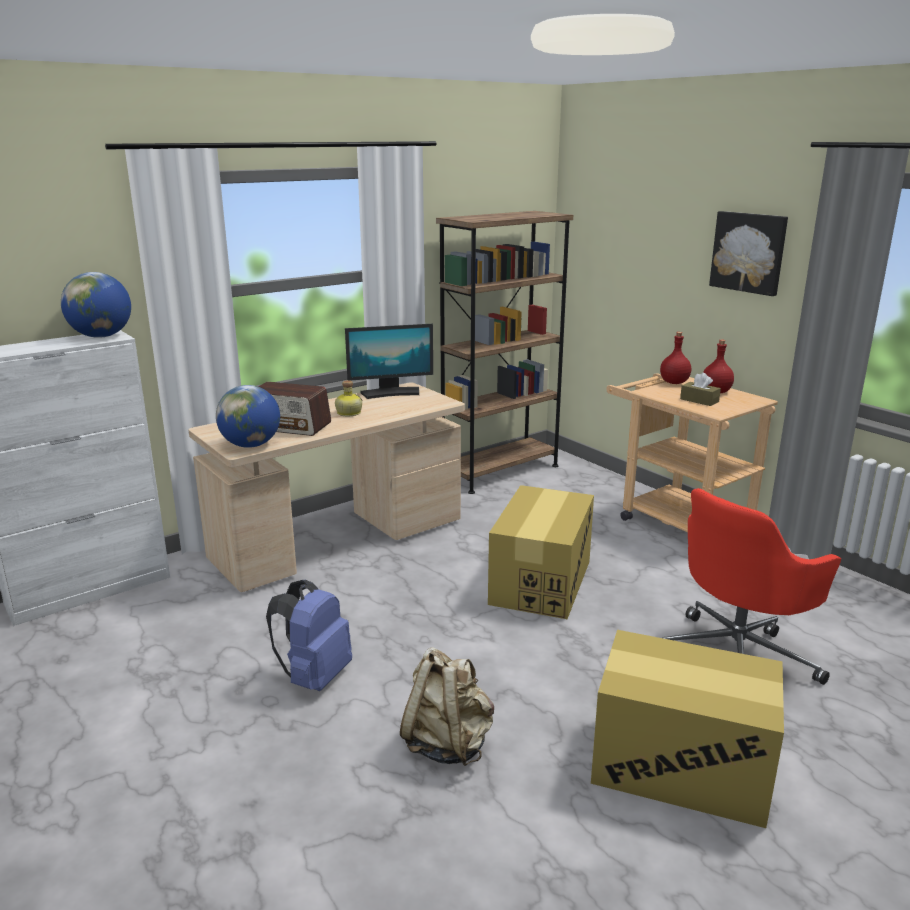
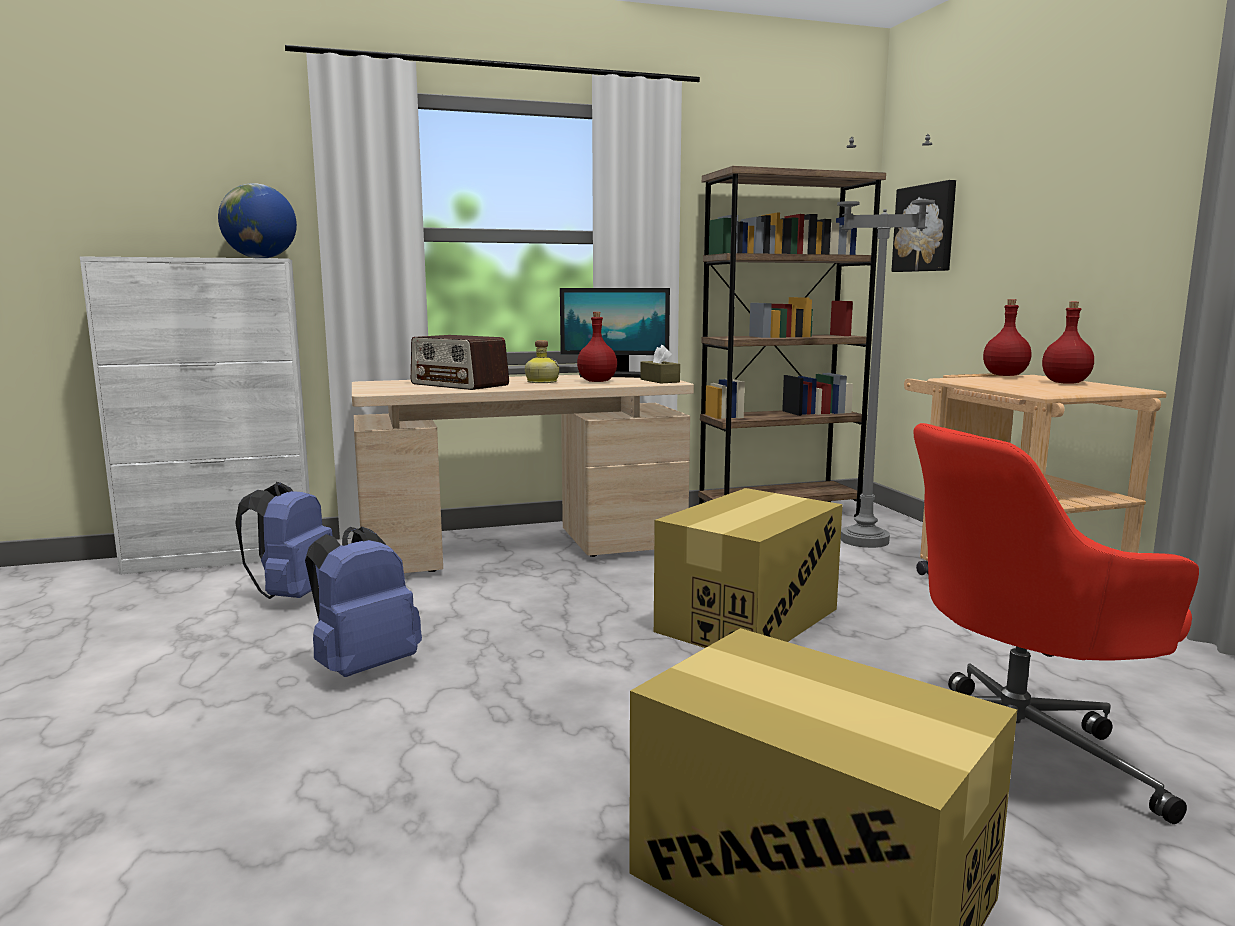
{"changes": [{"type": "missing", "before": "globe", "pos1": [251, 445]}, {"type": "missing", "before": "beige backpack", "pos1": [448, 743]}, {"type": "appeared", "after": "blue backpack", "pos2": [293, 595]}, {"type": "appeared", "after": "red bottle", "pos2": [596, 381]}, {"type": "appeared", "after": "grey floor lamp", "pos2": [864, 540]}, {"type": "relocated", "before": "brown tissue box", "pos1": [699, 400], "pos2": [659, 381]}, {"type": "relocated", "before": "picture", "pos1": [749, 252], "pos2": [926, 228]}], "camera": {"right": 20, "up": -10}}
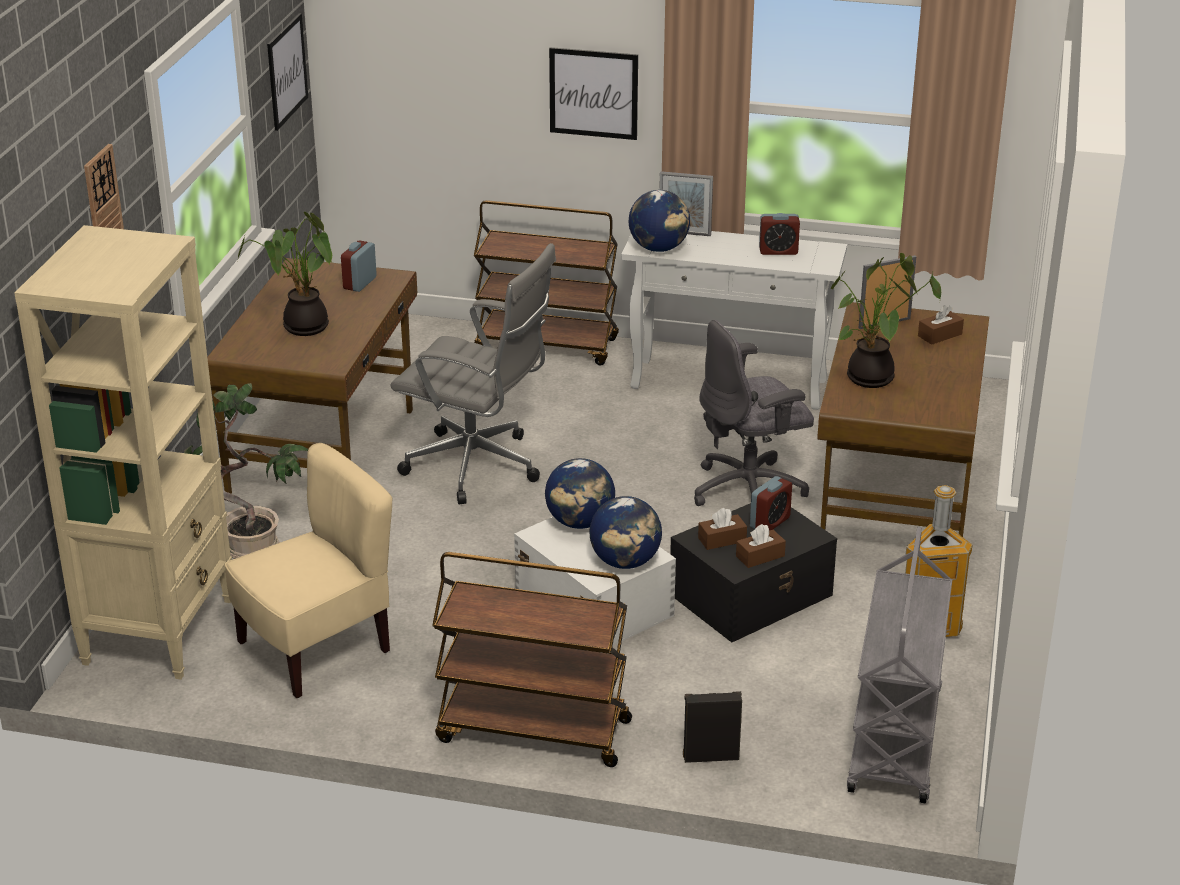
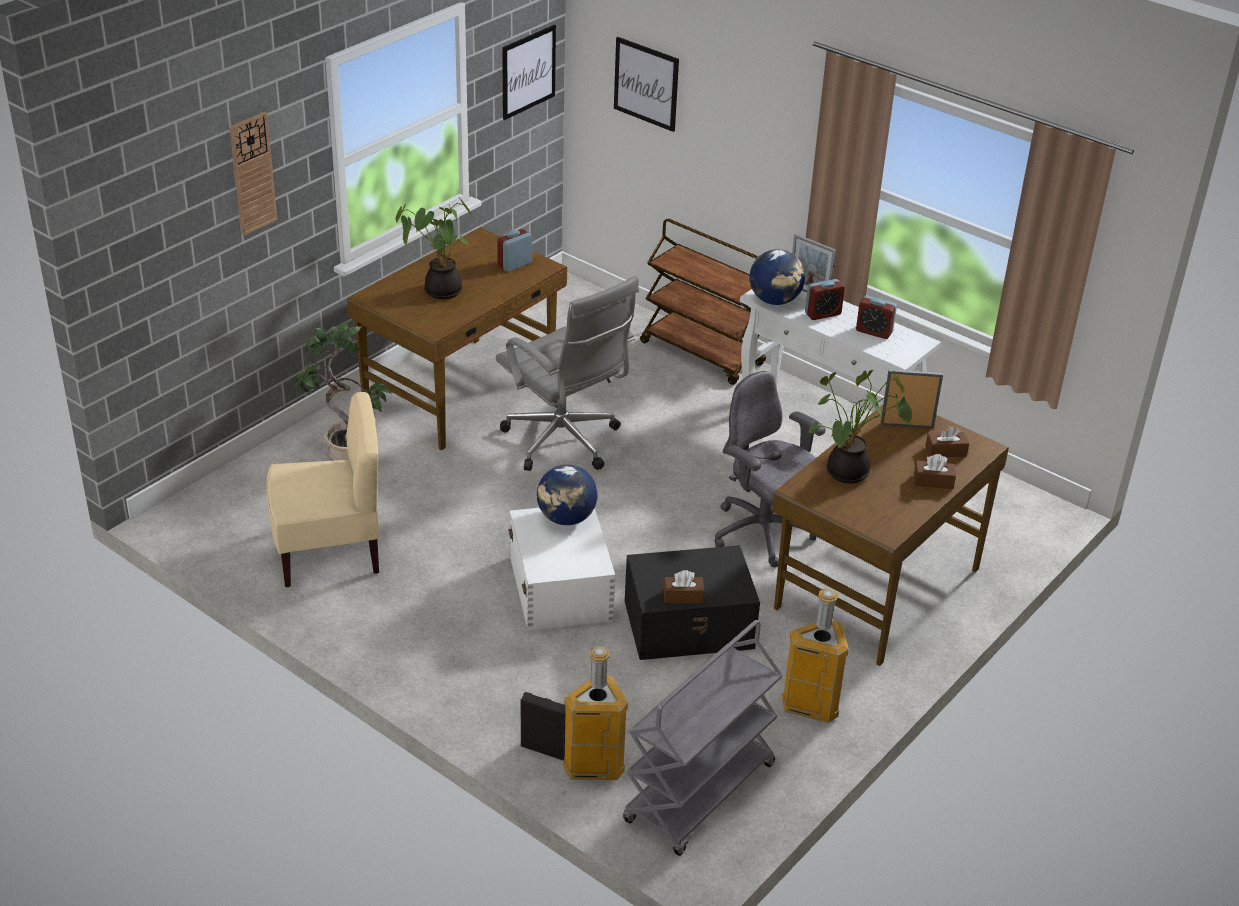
{"changes": [{"type": "missing", "before": "beige bookcase", "pos1": [160, 630]}, {"type": "missing", "before": "brown cart", "pos1": [532, 731]}, {"type": "missing", "before": "globe", "pos1": [625, 562]}, {"type": "appeared", "after": "trash can", "pos2": [593, 766]}, {"type": "relocated", "before": "picture", "pos1": [593, 93], "pos2": [646, 84]}, {"type": "relocated", "before": "brown tissue box", "pos1": [722, 539], "pos2": [933, 481]}, {"type": "relocated", "before": "alarm clock", "pos1": [770, 522], "pos2": [822, 314]}, {"type": "spun", "before": "grey office chair", "pos1": [750, 490], "pos2": [763, 534], "turn": 45}], "camera": {"right": 25, "up": 5}}
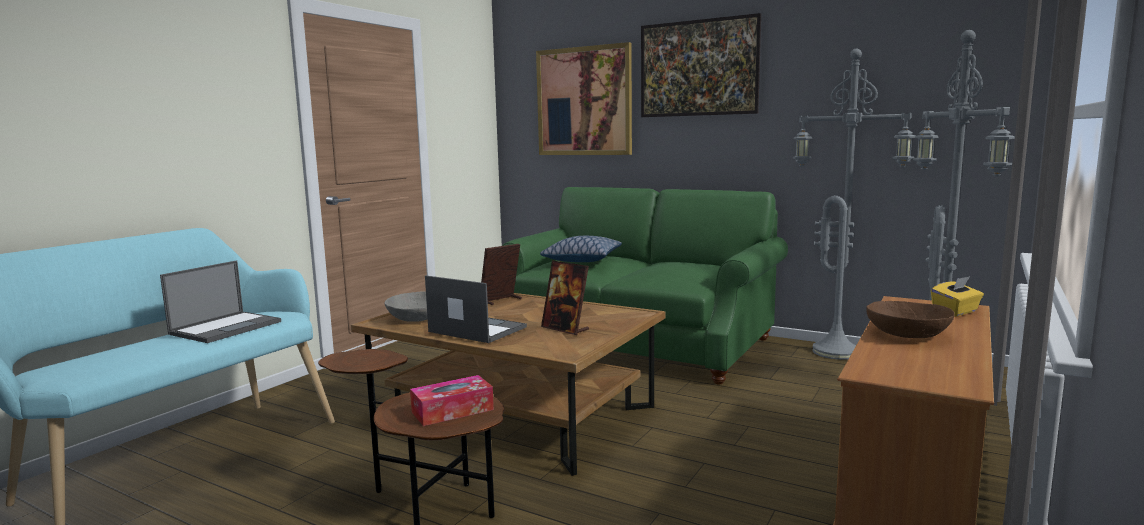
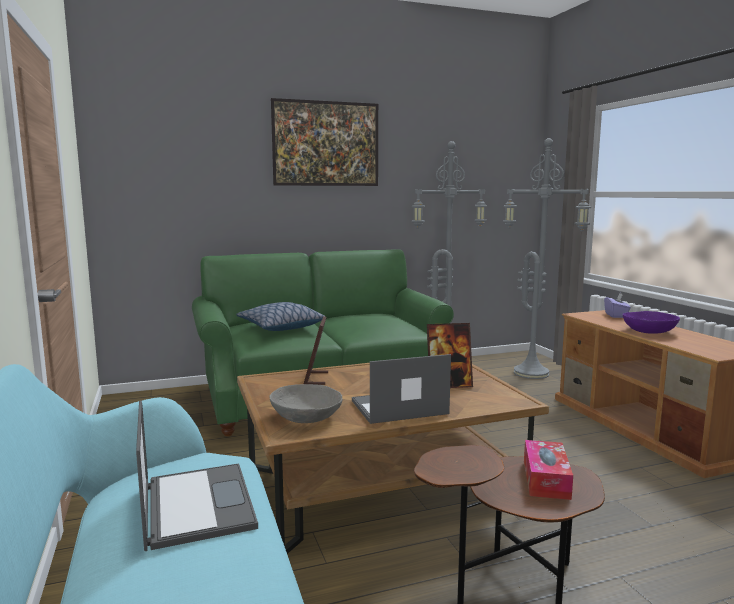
{"changes": [{"type": "missing", "before": "picture", "pos1": [584, 101]}, {"type": "colour", "before": "brown bowl", "after": "purple bowl", "pos1": [907, 334], "pos2": [649, 331]}, {"type": "colour", "before": "yellow tissue box", "after": "purple tissue box", "pos1": [955, 312], "pos2": [616, 315]}], "camera": {"right": -50, "up": 0}}
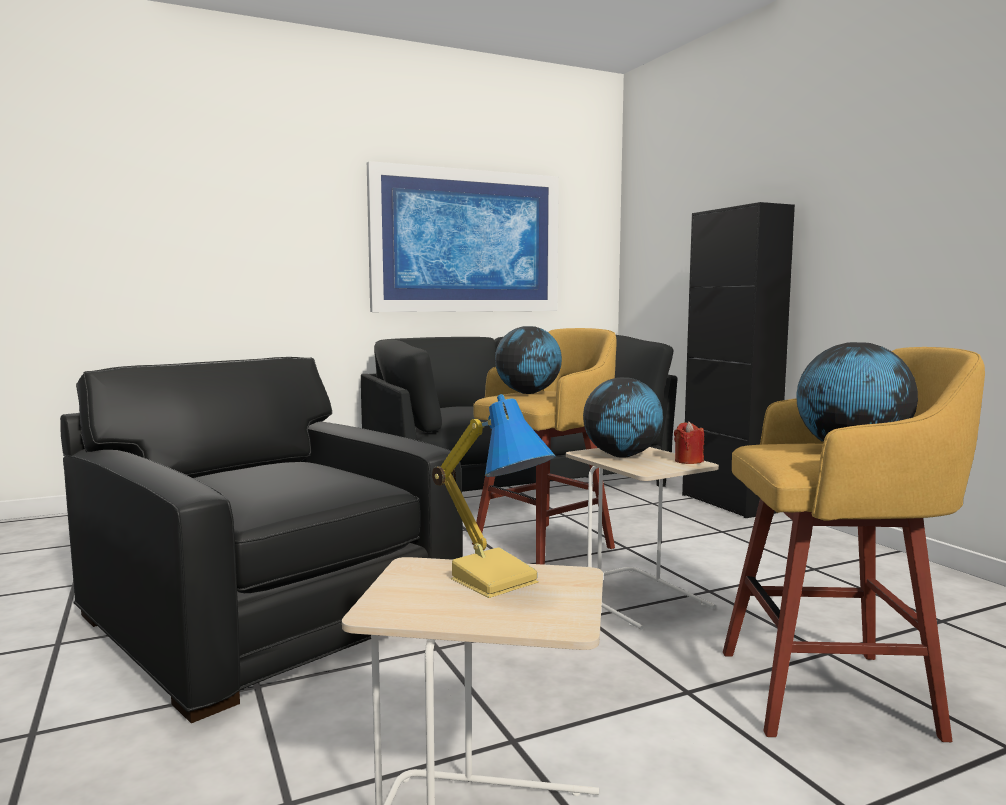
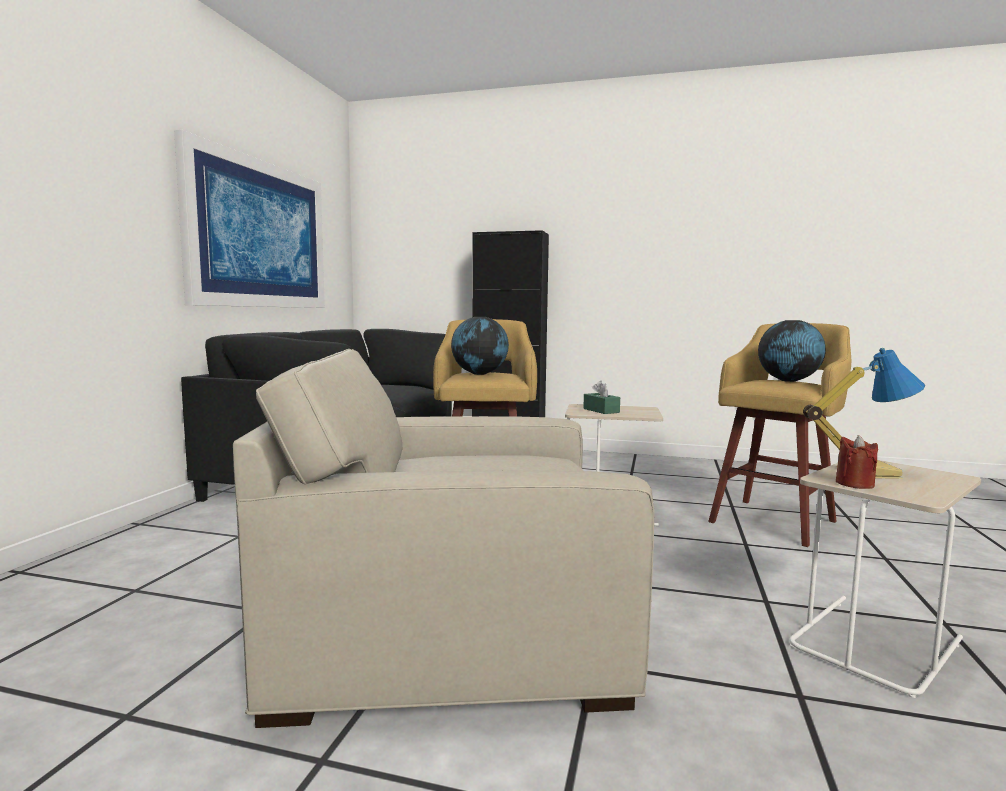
{"changes": [{"type": "relocated", "before": "red candle", "pos1": [688, 461], "pos2": [854, 484]}, {"type": "exchanged", "before": "globe", "after": "green tissue box", "pos1": [621, 456], "pos2": [601, 410]}, {"type": "colour", "before": "black armchair", "after": "beige armchair", "pos1": [267, 616], "pos2": [449, 623]}], "camera": {"right": -50, "up": 0}}
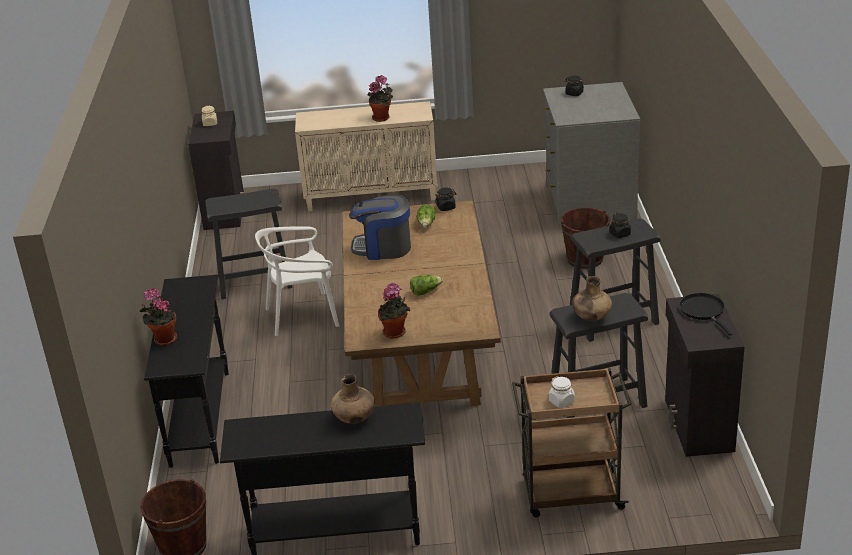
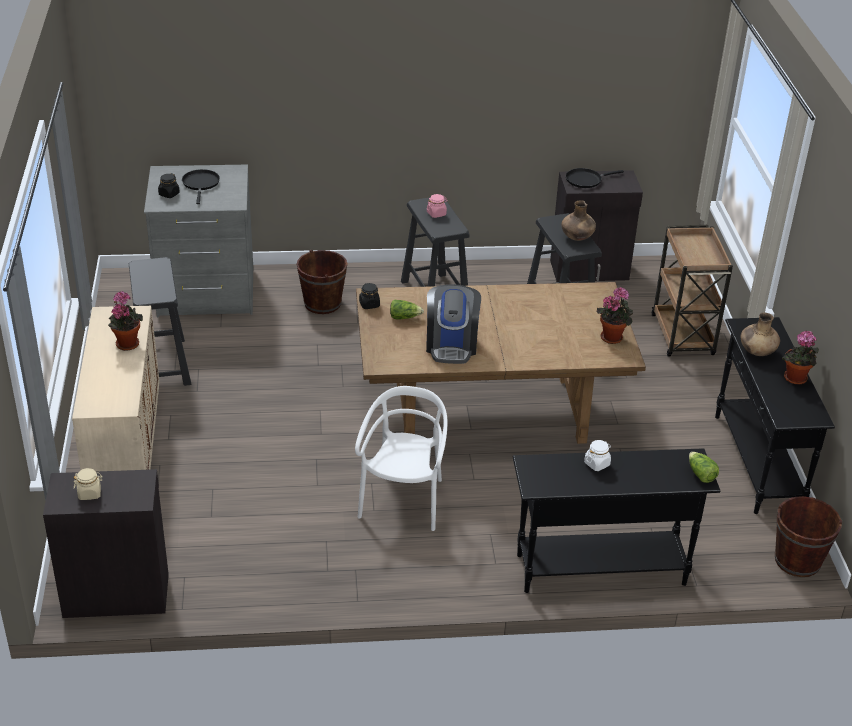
{"changes": [{"type": "appeared", "after": "black frying pan", "pos2": [201, 184]}, {"type": "relocated", "before": "potted plant", "pos1": [163, 339], "pos2": [795, 379]}, {"type": "relocated", "before": "black stool", "pos1": [254, 281], "pos2": [161, 365]}, {"type": "relocated", "before": "lettuce", "pos1": [425, 291], "pos2": [700, 474]}, {"type": "relocated", "before": "white jar", "pos1": [561, 401], "pos2": [597, 464]}, {"type": "colour", "before": "black jar", "after": "pink jar", "pos1": [620, 234], "pos2": [436, 213]}, {"type": "spun", "before": "white chair", "pos1": [302, 315], "pos2": [403, 500], "turn": -150}], "camera": {"right": -95, "up": 5}}
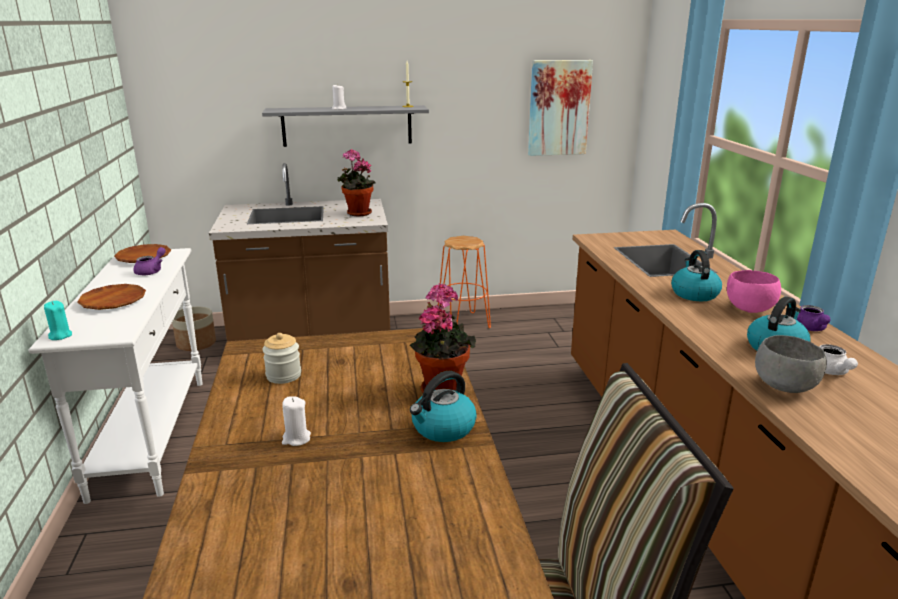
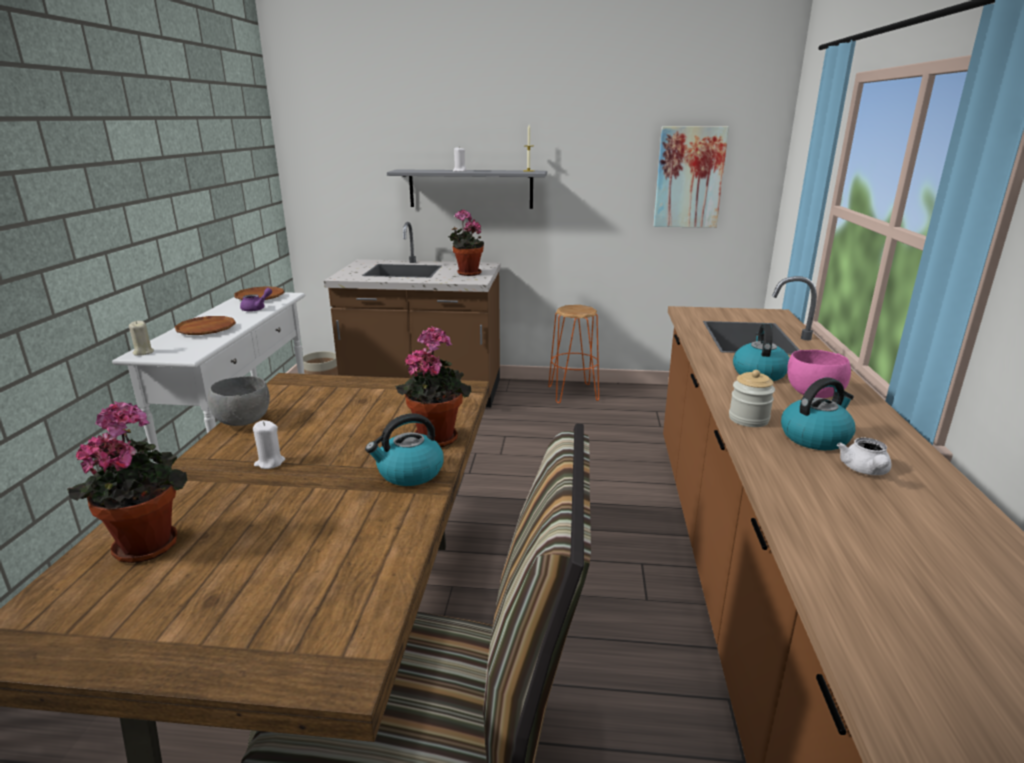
{"changes": [{"type": "missing", "before": "purple teapot", "pos1": [809, 329]}, {"type": "appeared", "after": "potted plant", "pos2": [148, 542]}, {"type": "relocated", "before": "jar", "pos1": [283, 375], "pos2": [748, 419]}, {"type": "relocated", "before": "grey bowl", "pos1": [783, 386], "pos2": [244, 421]}, {"type": "colour", "before": "turquoise candle", "after": "beige candle", "pos1": [60, 336], "pos2": [143, 352]}], "camera": {"right": 15, "up": 0}}
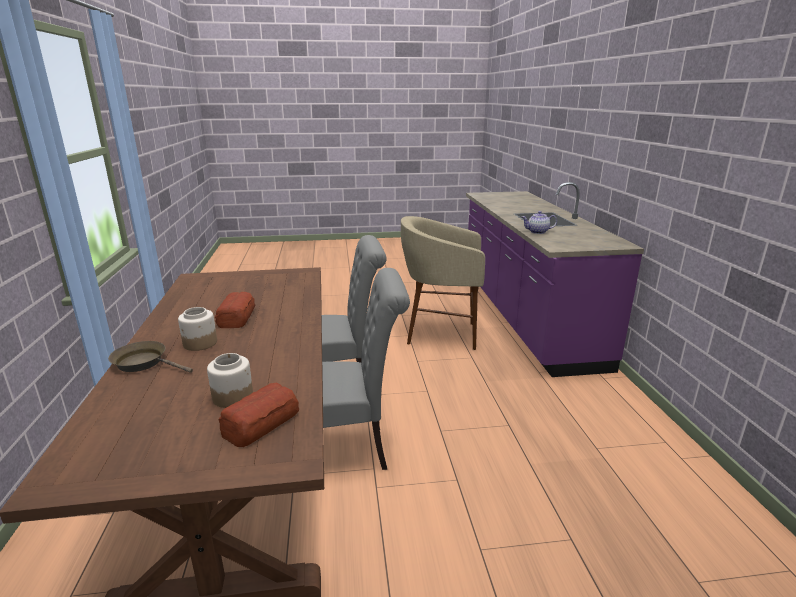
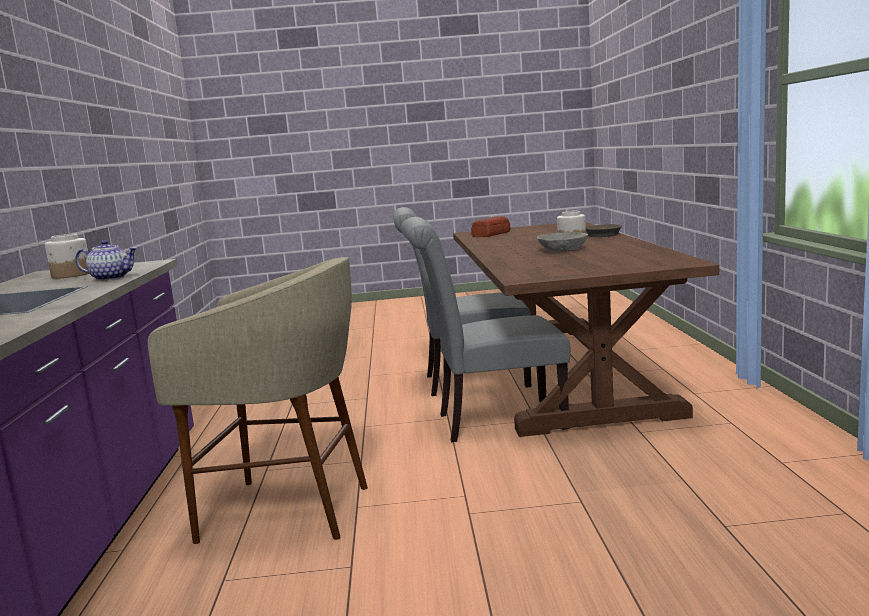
{"changes": [{"type": "relocated", "before": "jar", "pos1": [232, 396], "pos2": [71, 275]}, {"type": "exchanged", "before": "bread", "after": "grey bowl", "pos1": [237, 317], "pos2": [562, 250]}], "camera": {"right": -175, "up": -10}}
